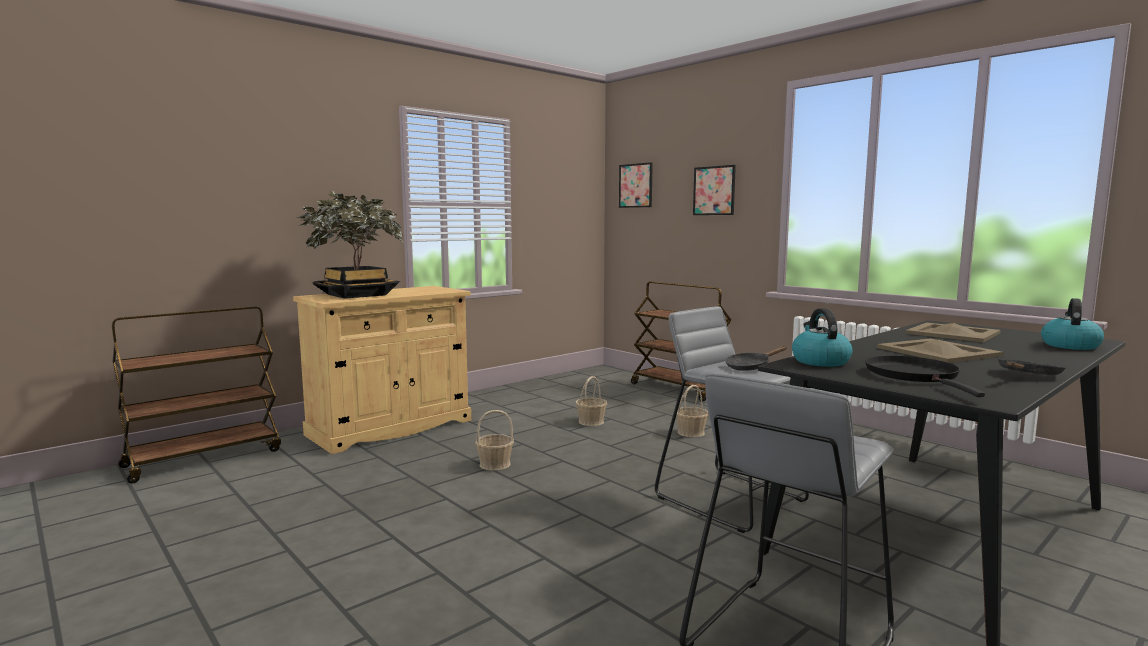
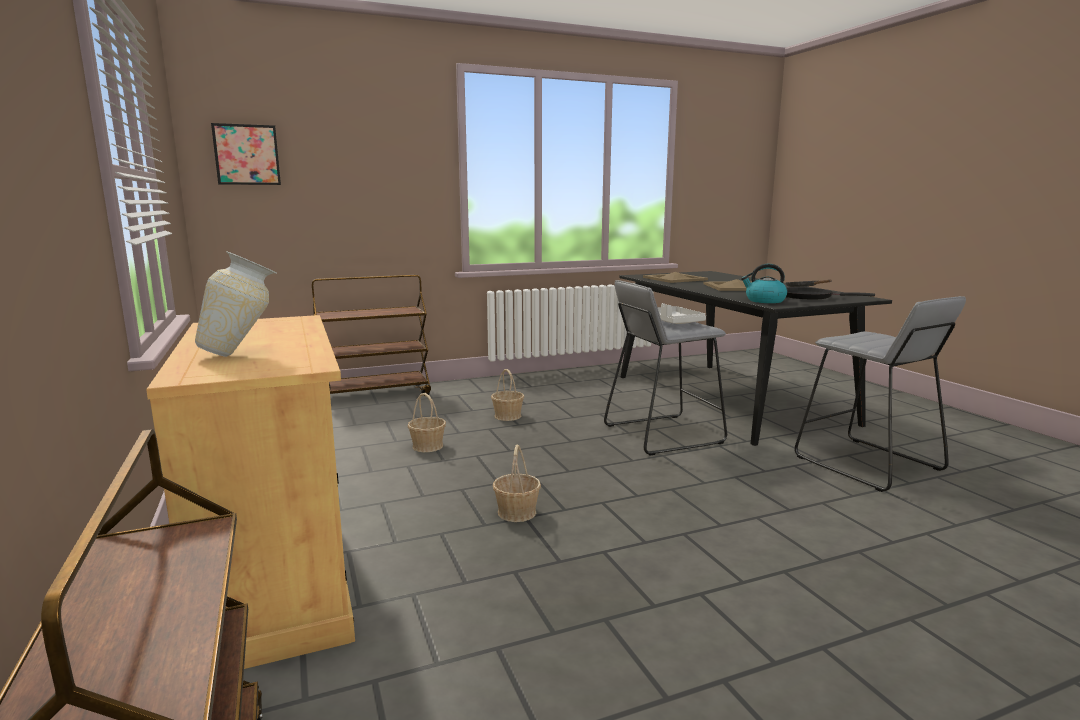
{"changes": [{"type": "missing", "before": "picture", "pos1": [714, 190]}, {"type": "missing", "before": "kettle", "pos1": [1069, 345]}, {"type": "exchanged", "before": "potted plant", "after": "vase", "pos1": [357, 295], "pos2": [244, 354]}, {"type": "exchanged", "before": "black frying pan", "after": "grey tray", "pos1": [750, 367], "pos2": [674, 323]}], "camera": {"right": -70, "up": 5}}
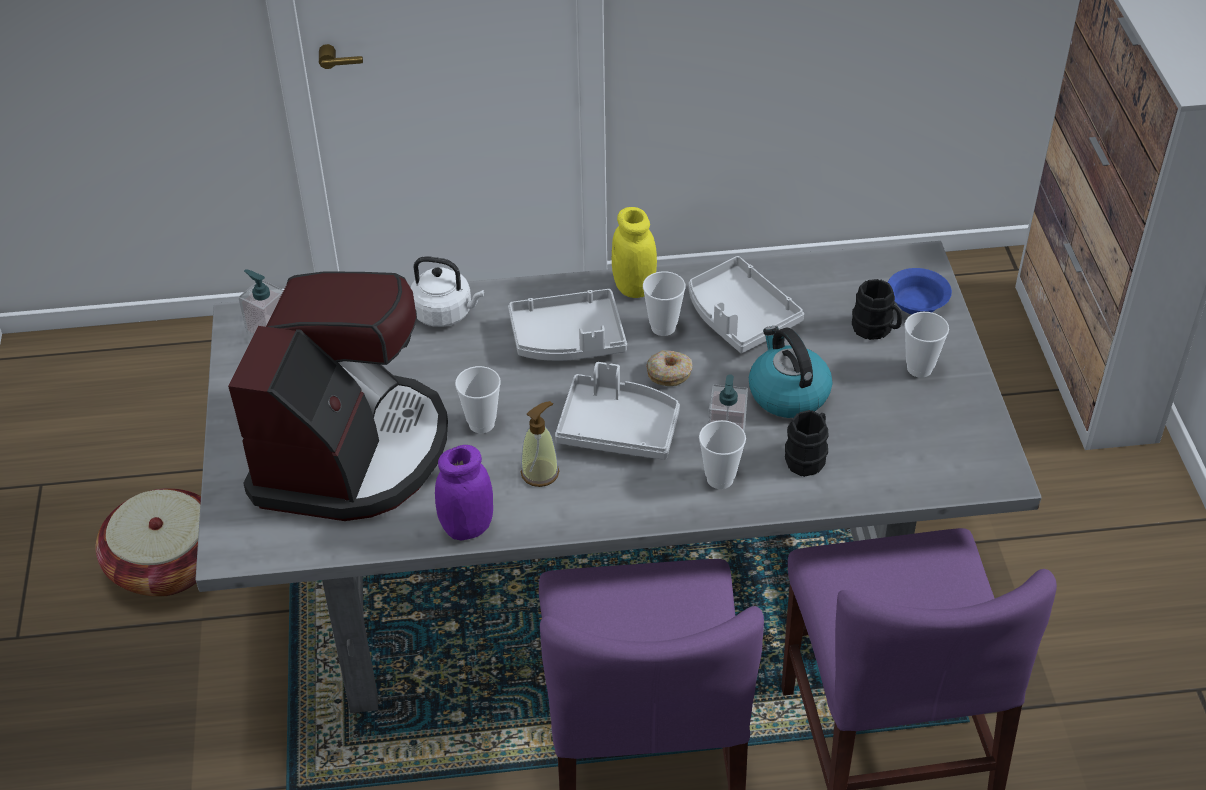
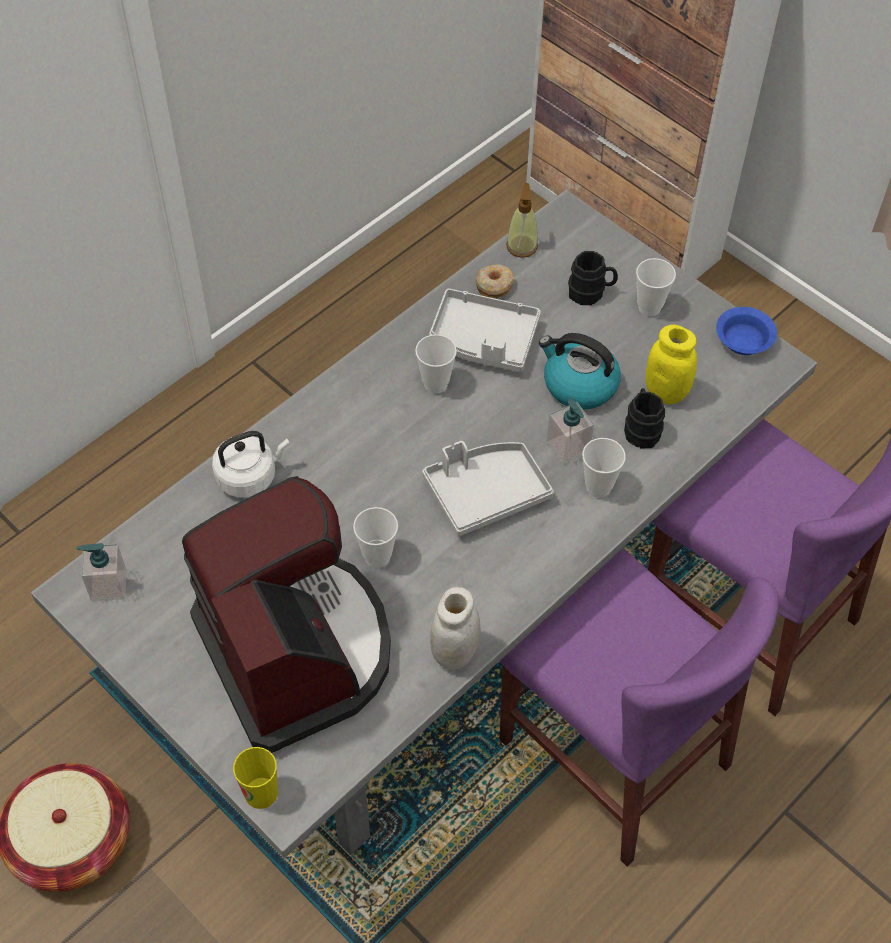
{"changes": [{"type": "missing", "before": "grey tray", "pos1": [568, 339]}, {"type": "appeared", "after": "cup", "pos2": [261, 793]}, {"type": "relocated", "before": "soap dispenser", "pos1": [540, 473], "pos2": [522, 246]}, {"type": "relocated", "before": "yellow jar", "pos1": [634, 287], "pos2": [666, 392]}, {"type": "relocated", "before": "donut", "pos1": [669, 373], "pos2": [494, 285]}, {"type": "relocated", "before": "blue bowl", "pos1": [918, 302], "pos2": [744, 340]}, {"type": "colour", "before": "purple jar", "after": "white jar", "pos1": [467, 527], "pos2": [454, 653]}], "camera": {"right": -40, "up": 10}}
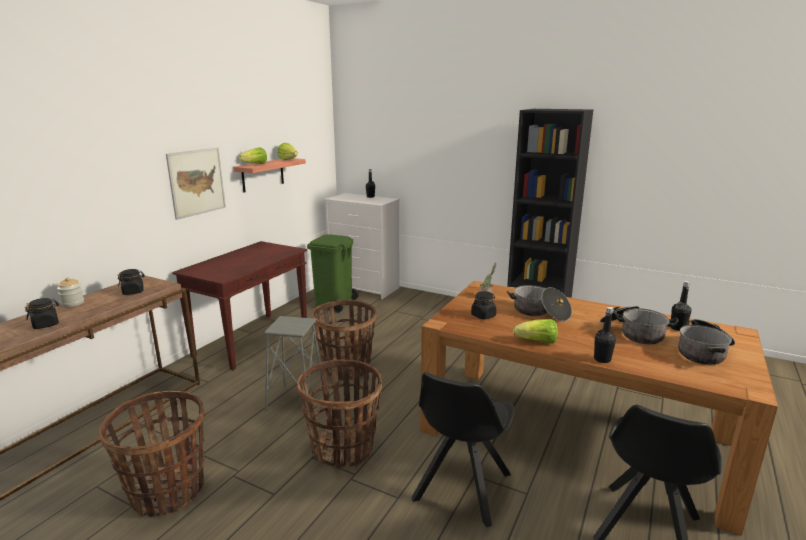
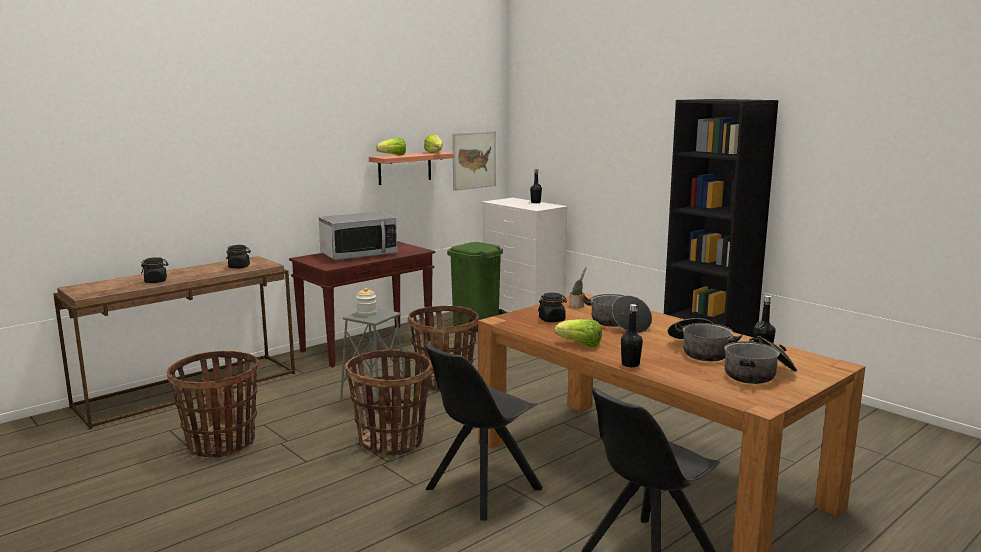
{"changes": [{"type": "appeared", "after": "microwave", "pos2": [359, 254]}, {"type": "relocated", "before": "jar", "pos1": [72, 303], "pos2": [366, 313]}, {"type": "relocated", "before": "picture", "pos1": [197, 182], "pos2": [474, 160]}], "camera": {"right": 20, "up": -5}}
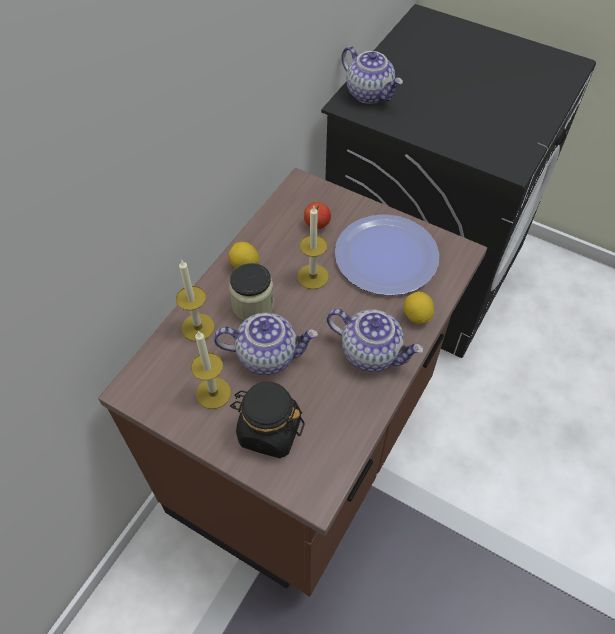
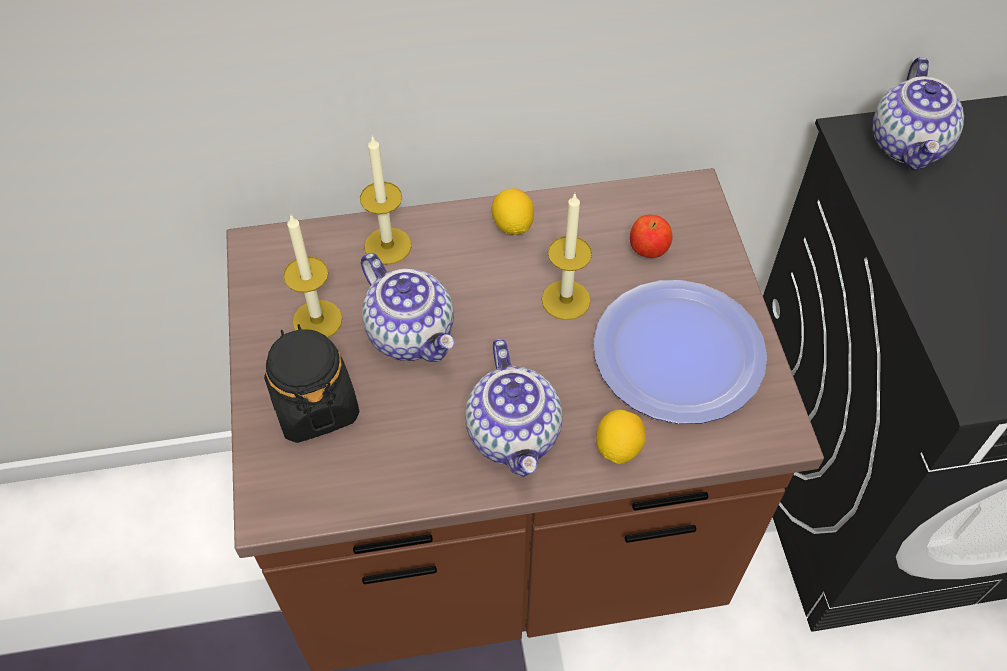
{"changes": [{"type": "missing", "before": "jar", "pos1": [253, 305]}], "camera": {"right": 50, "up": 0}}
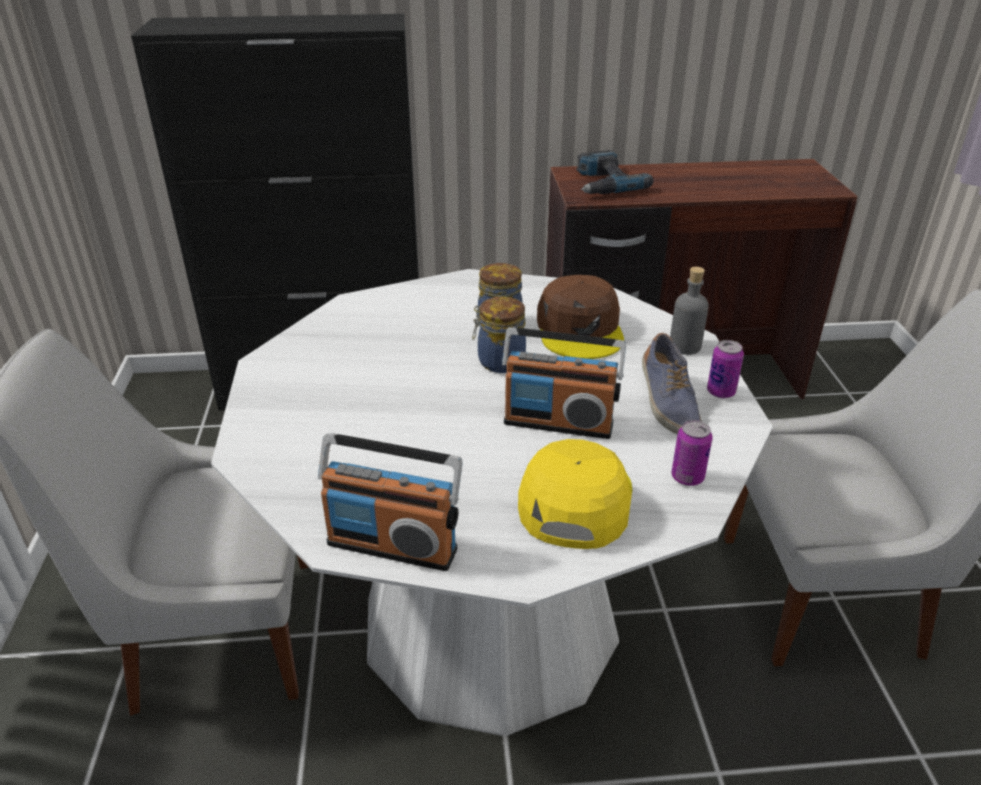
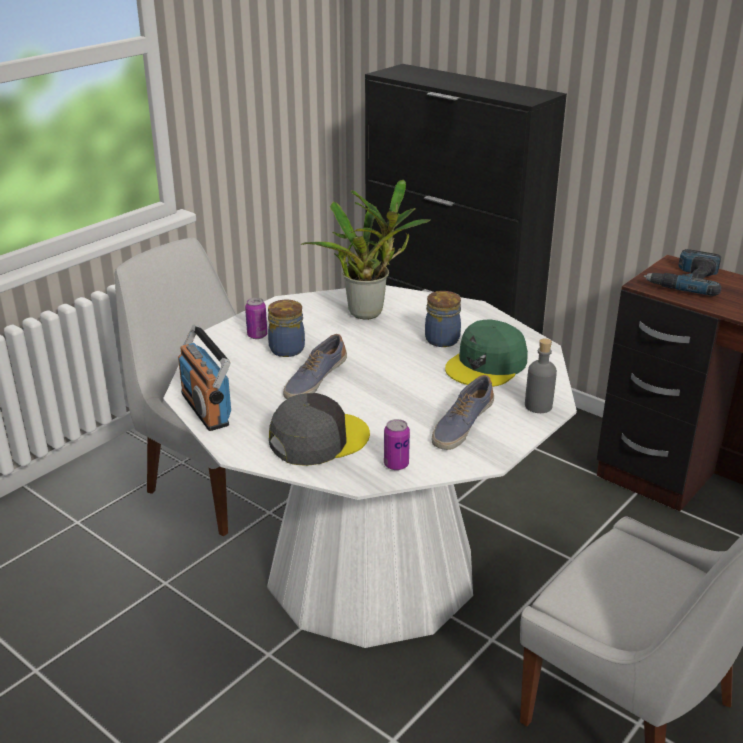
{"changes": [{"type": "missing", "before": "radio", "pos1": [558, 422]}, {"type": "appeared", "after": "shoe", "pos2": [314, 381]}, {"type": "appeared", "after": "potted plant", "pos2": [370, 312]}, {"type": "relocated", "before": "jar", "pos1": [499, 361], "pos2": [286, 349]}, {"type": "relocated", "before": "can", "pos1": [721, 392], "pos2": [257, 335]}, {"type": "colour", "before": "yellow cap", "after": "grey cap", "pos1": [574, 499], "pos2": [318, 439]}, {"type": "colour", "before": "brown cap", "after": "green cap", "pos1": [580, 330], "pos2": [487, 365]}], "camera": {"right": 45, "up": -5}}
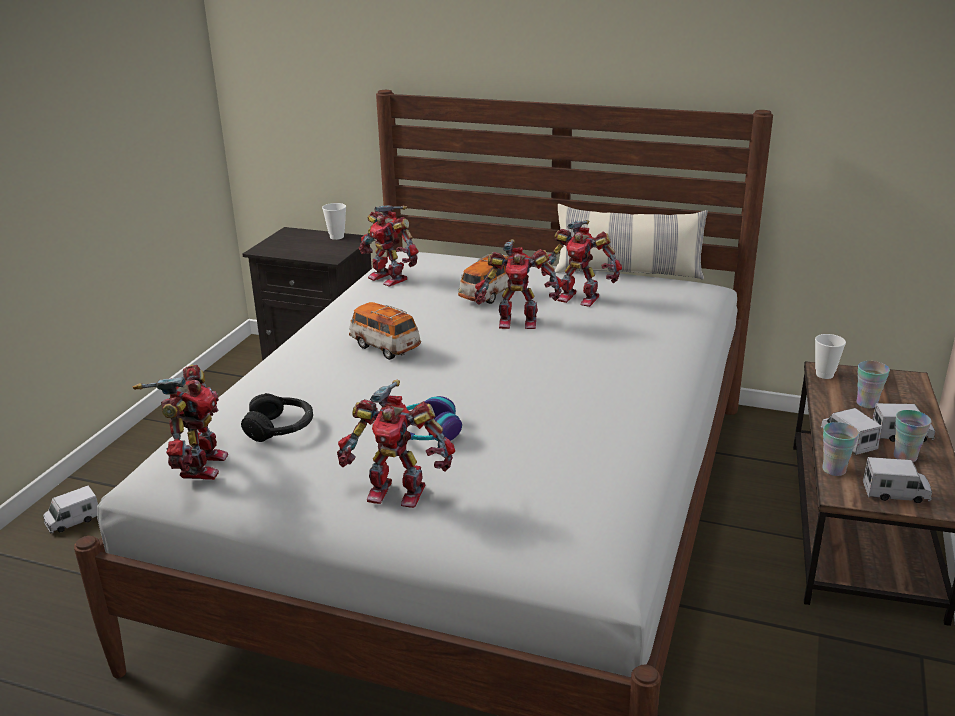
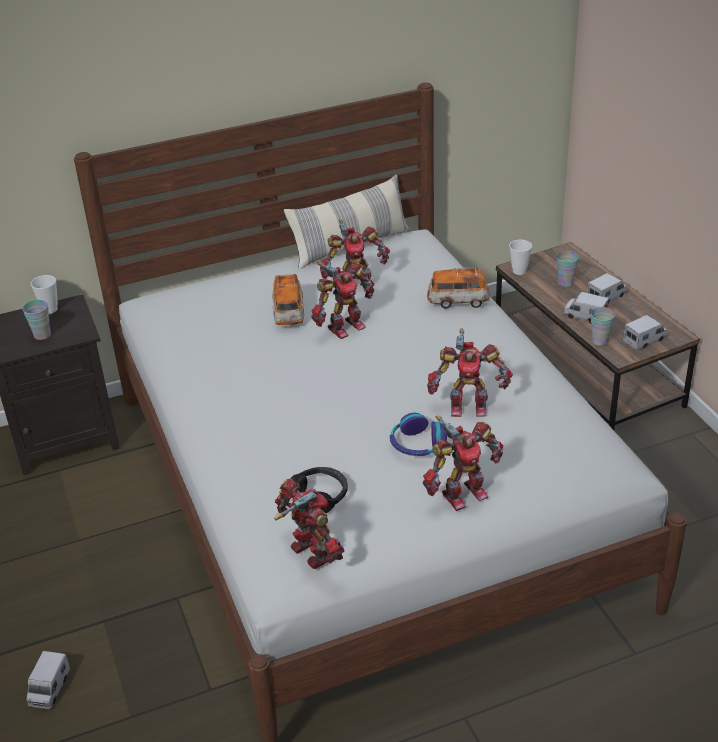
{"changes": [{"type": "relocated", "before": "toy car", "pos1": [385, 347], "pos2": [458, 301]}, {"type": "relocated", "before": "toy robot", "pos1": [390, 278], "pos2": [468, 406]}, {"type": "relocated", "before": "cup", "pos1": [905, 457], "pos2": [42, 335]}], "camera": {"right": -40, "up": 10}}
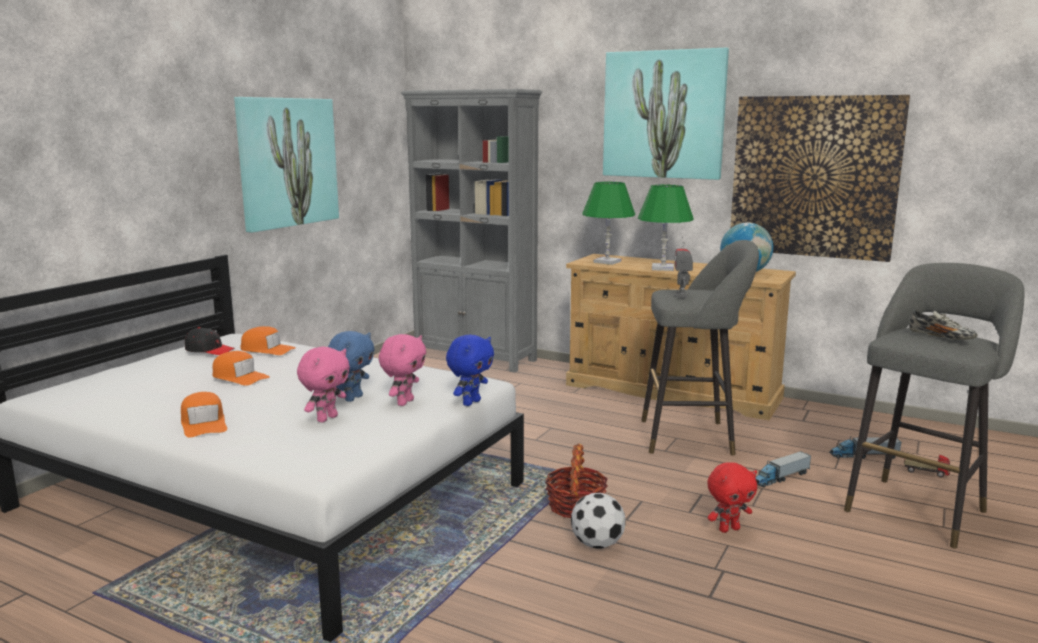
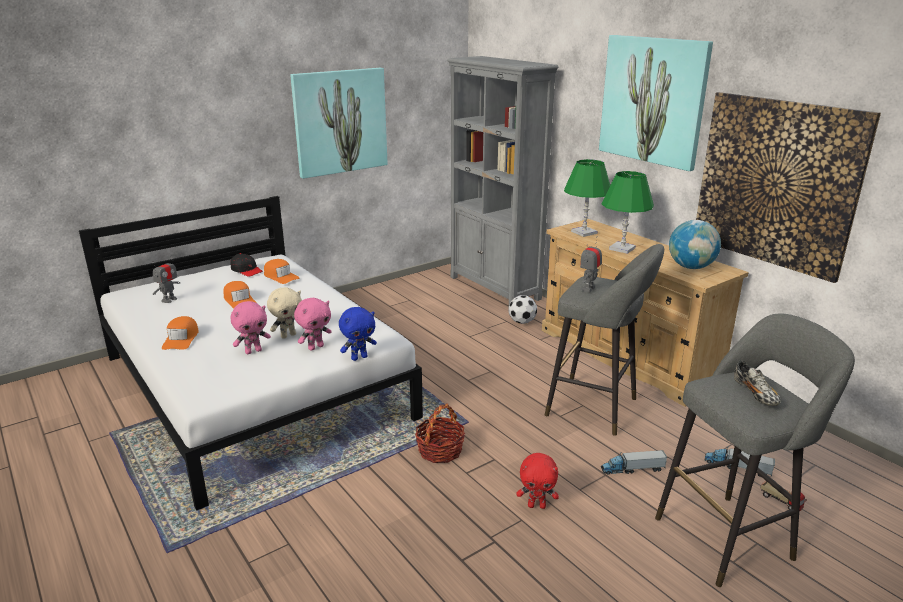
{"changes": [{"type": "appeared", "after": "toy robot", "pos2": [169, 300]}, {"type": "relocated", "before": "football", "pos1": [597, 544], "pos2": [522, 322]}, {"type": "colour", "before": "blue plush toy", "after": "beige plush toy", "pos1": [353, 398], "pos2": [288, 335]}], "camera": {"right": 25, "up": 10}}
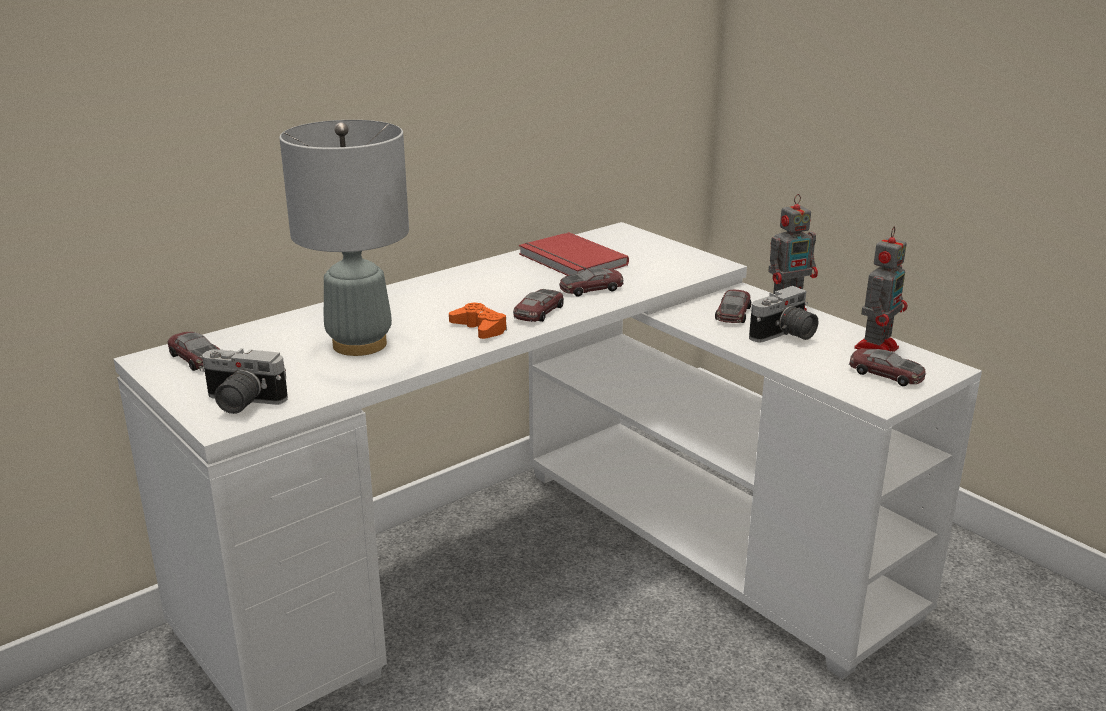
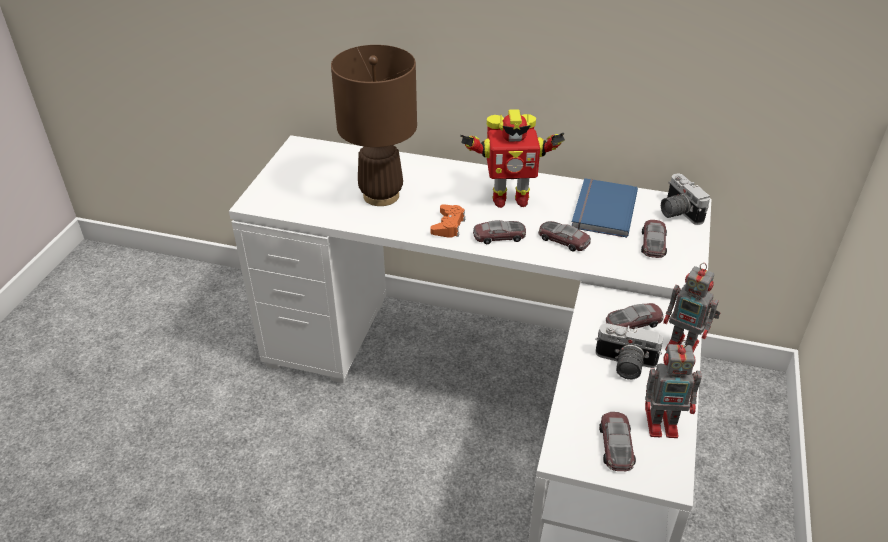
{"changes": [{"type": "appeared", "after": "toy robot", "pos2": [509, 199]}, {"type": "relocated", "before": "toy car", "pos1": [197, 358], "pos2": [653, 243]}, {"type": "relocated", "before": "photo camera", "pos1": [240, 403], "pos2": [676, 212]}, {"type": "colour", "before": "grey table lamp", "after": "brown table lamp", "pos1": [359, 344], "pos2": [381, 195]}, {"type": "colour", "before": "red book", "after": "blue book", "pos1": [570, 261], "pos2": [601, 210]}], "camera": {"right": 55, "up": 15}}
